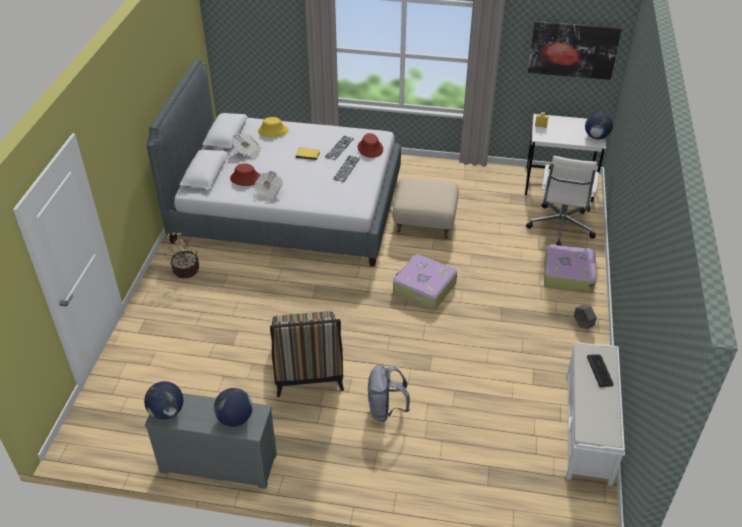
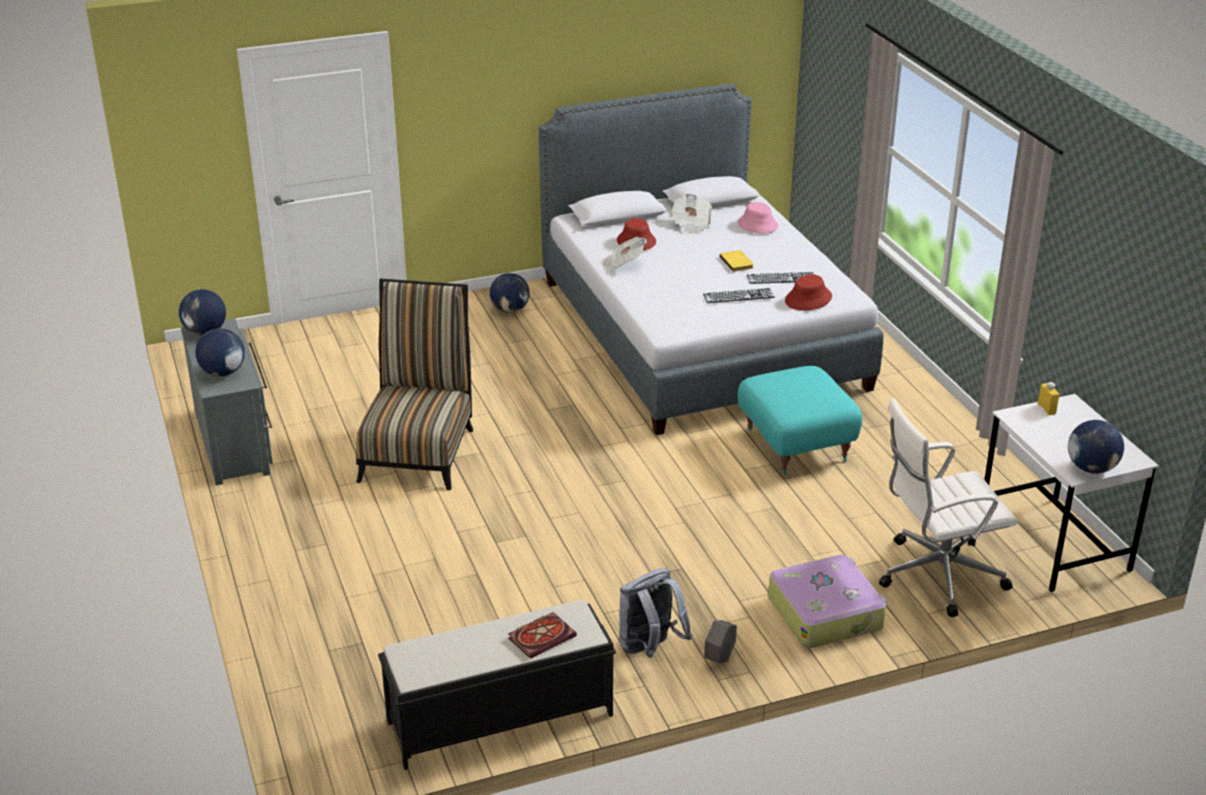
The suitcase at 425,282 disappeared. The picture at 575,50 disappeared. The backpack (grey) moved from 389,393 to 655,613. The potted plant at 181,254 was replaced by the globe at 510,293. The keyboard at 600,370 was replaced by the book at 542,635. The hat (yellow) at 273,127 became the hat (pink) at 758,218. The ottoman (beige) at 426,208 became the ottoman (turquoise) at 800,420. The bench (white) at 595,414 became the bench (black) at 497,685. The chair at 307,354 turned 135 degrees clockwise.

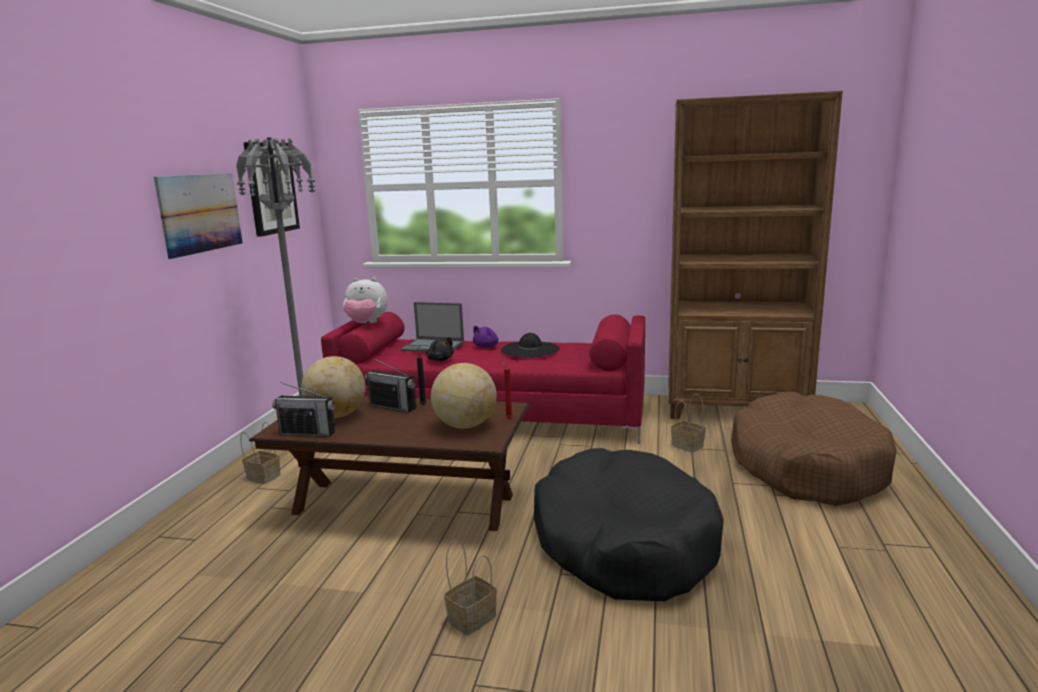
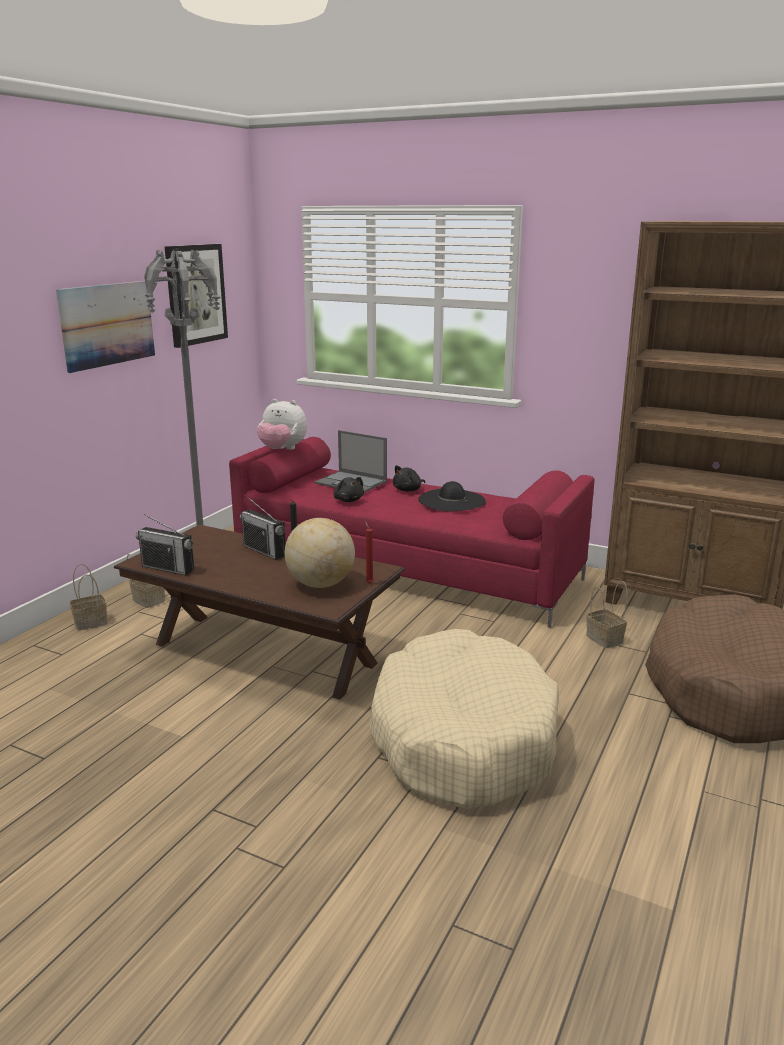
The globe at 333,387 disappeared. The basket moved from 470,587 to 89,597. The plush toy (purple) at 486,337 became the plush toy (black) at 409,478. The dog bed (black) at 629,524 became the dog bed (beige) at 463,719.

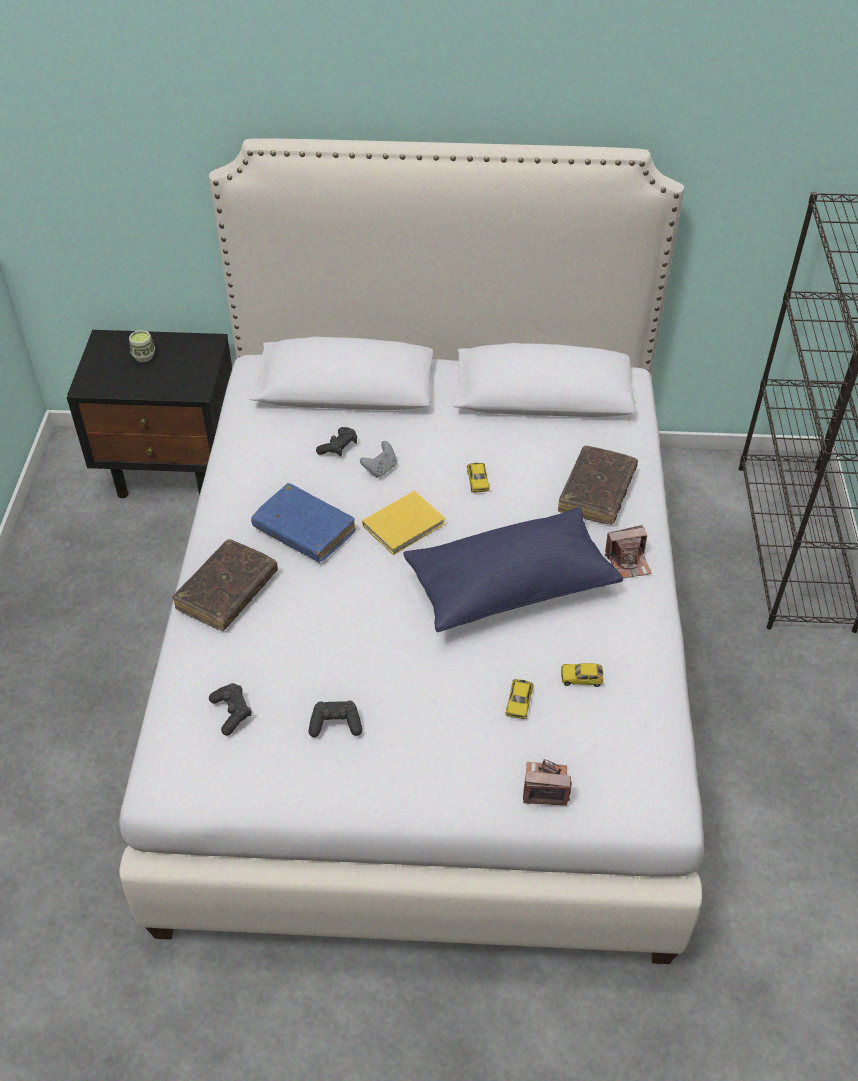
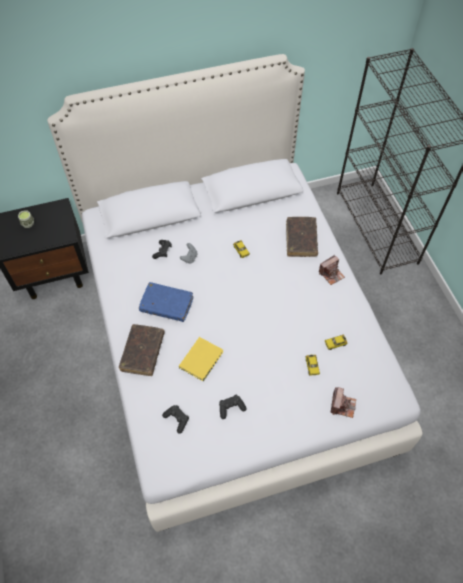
The pillow (blue) at 513,569 disappeared. The book (yellow) moved from 404,523 to 201,359. The photo camera at 547,782 turned 120 degrees clockwise.

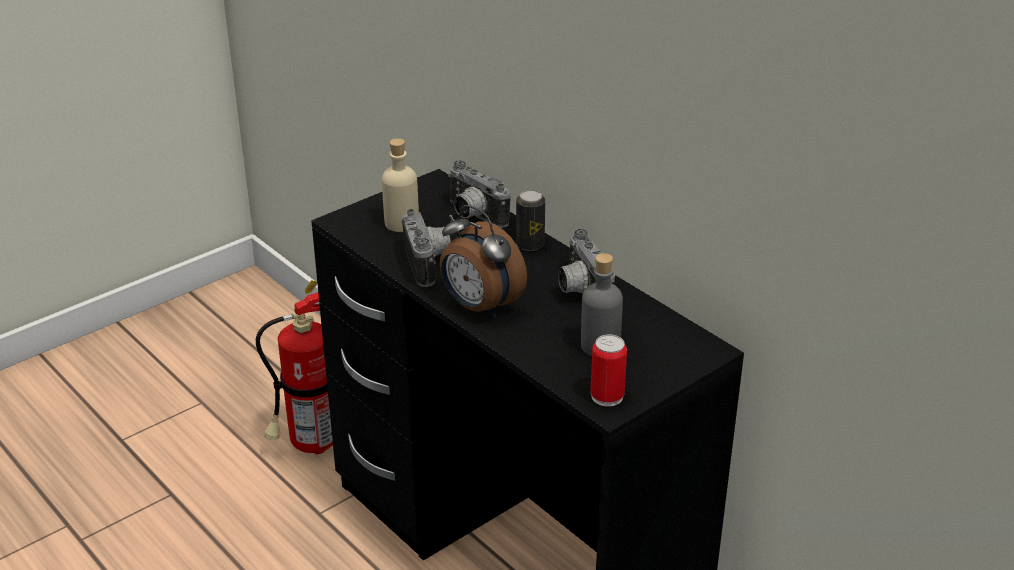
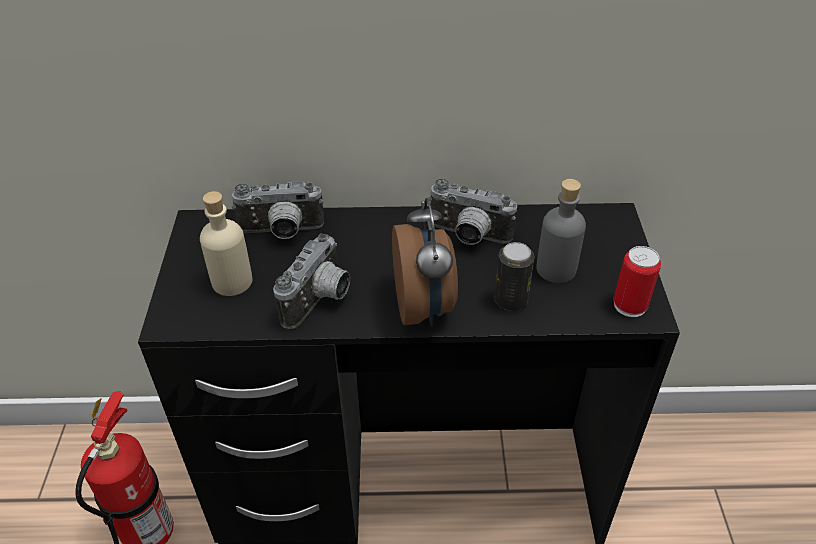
The can moved from 530,220 to 514,276. The photo camera at 426,248 turned 90 degrees clockwise. The alarm clock at 483,261 turned 90 degrees counterclockwise.

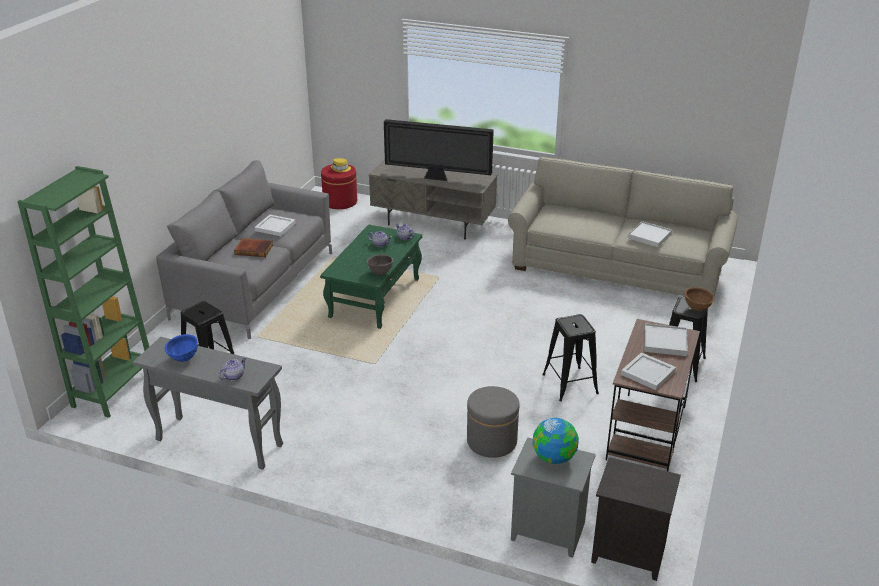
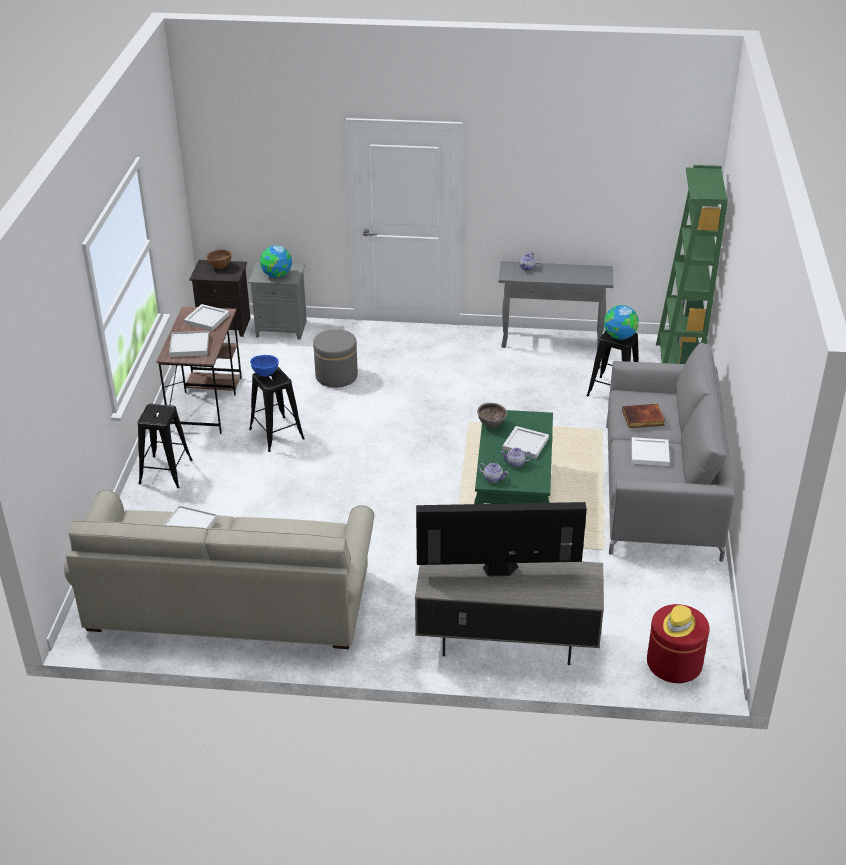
The tray (white) at 525,442 appeared. The globe at 621,322 appeared. The bowl (blue) moved from 181,348 to 264,366. The bowl (brown) moved from 700,299 to 219,259.

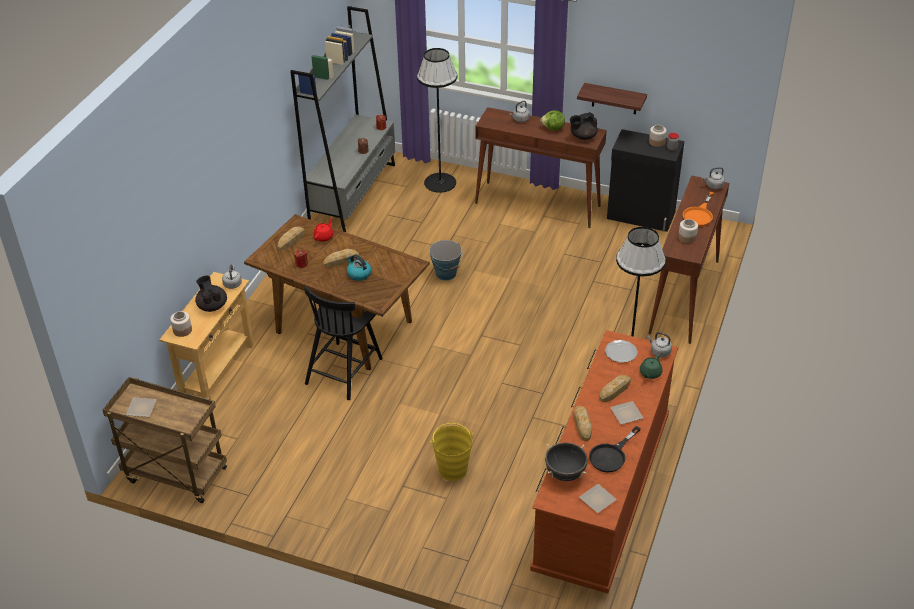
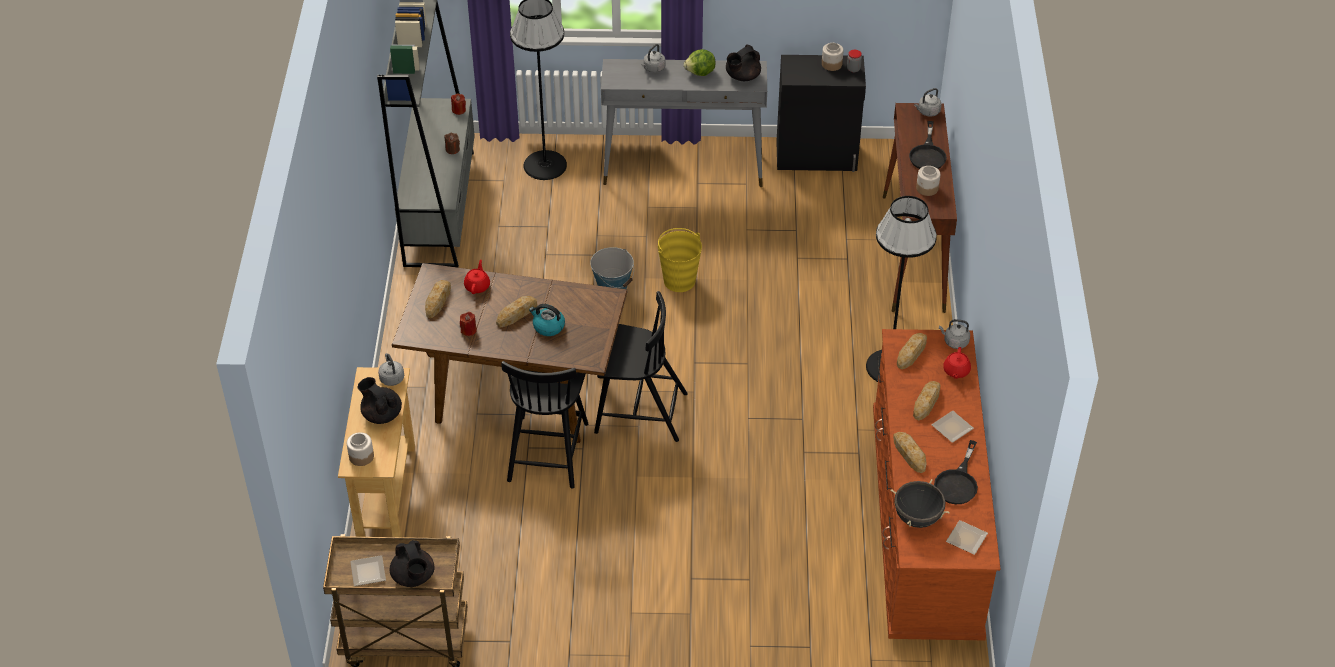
The shelf at 612,98 disappeared. The teapot (black) at 412,563 appeared. The chair (black) at 641,366 appeared. The bucket (yellow) moved from 451,452 to 680,260. The plate at 621,351 was replaced by the bread at 912,351. The console table (brown) at 541,167 became the console table (grey) at 684,123. The teapot (green) at 651,367 became the teapot (red) at 957,363. The frying pan (orange) at 698,209 became the frying pan (black) at 928,145.

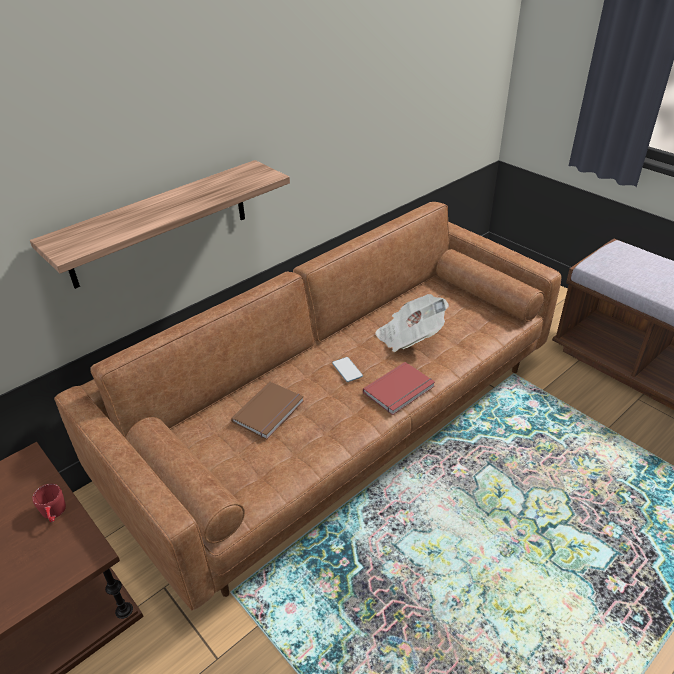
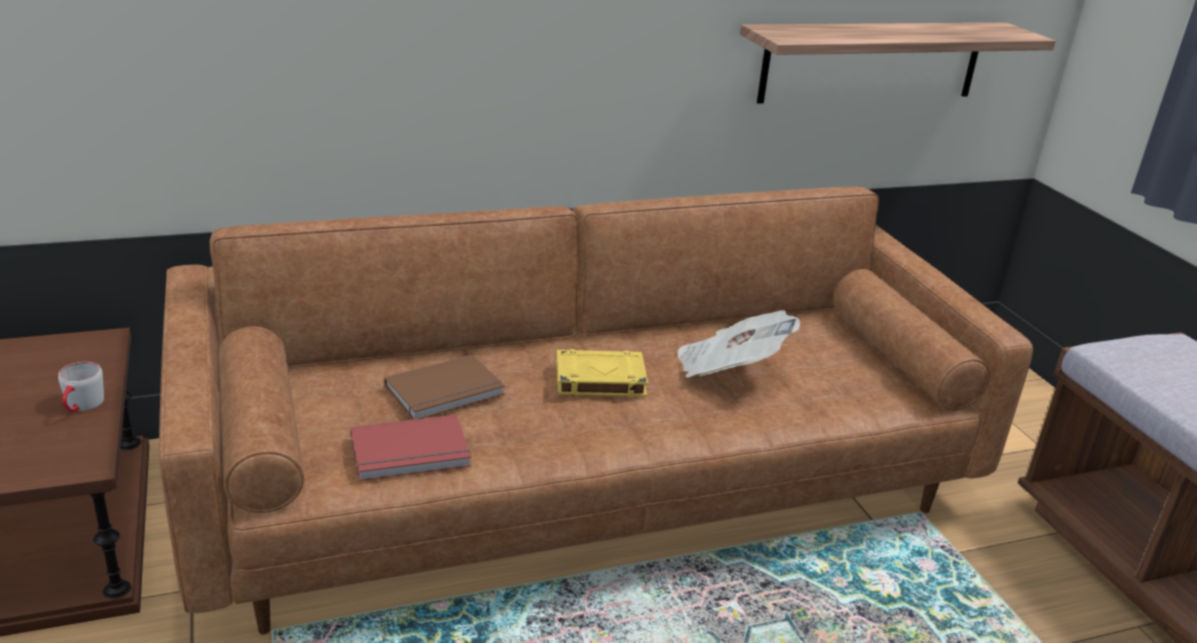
The shelf moved from 160,224 to 898,63. The book (red) moved from 399,388 to 411,448. The phone at 347,369 was replaced by the book (yellow) at 602,373. The mug (red) at 49,503 became the mug (grey) at 81,387.

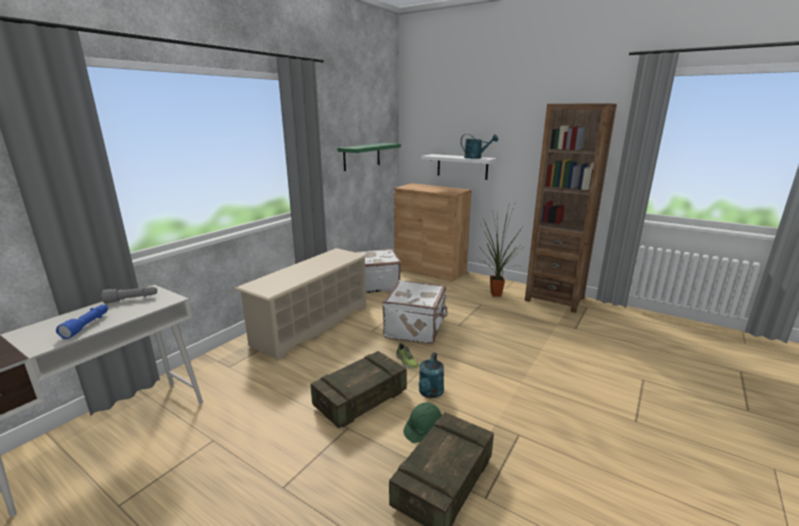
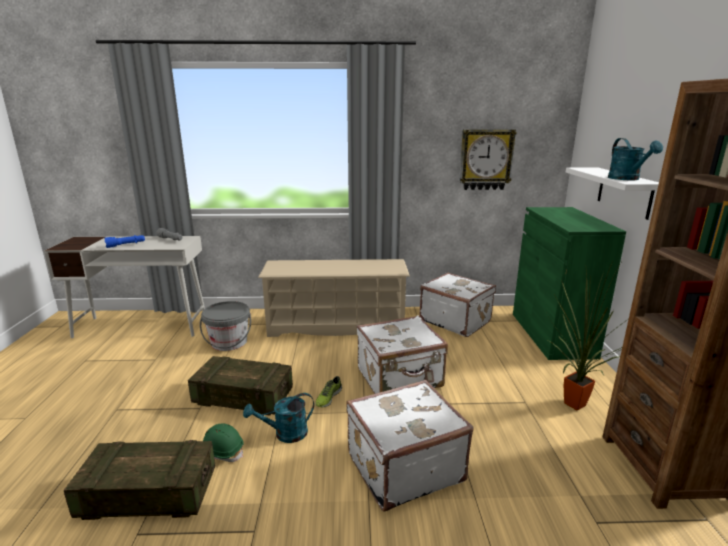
The bucket (grey) at 225,326 appeared. The suitcase (white) at 409,446 appeared. The shelf (green) at 369,157 was replaced by the wall clock at 488,159. The cabinet (brown) at 433,232 became the cabinet (green) at 569,283.

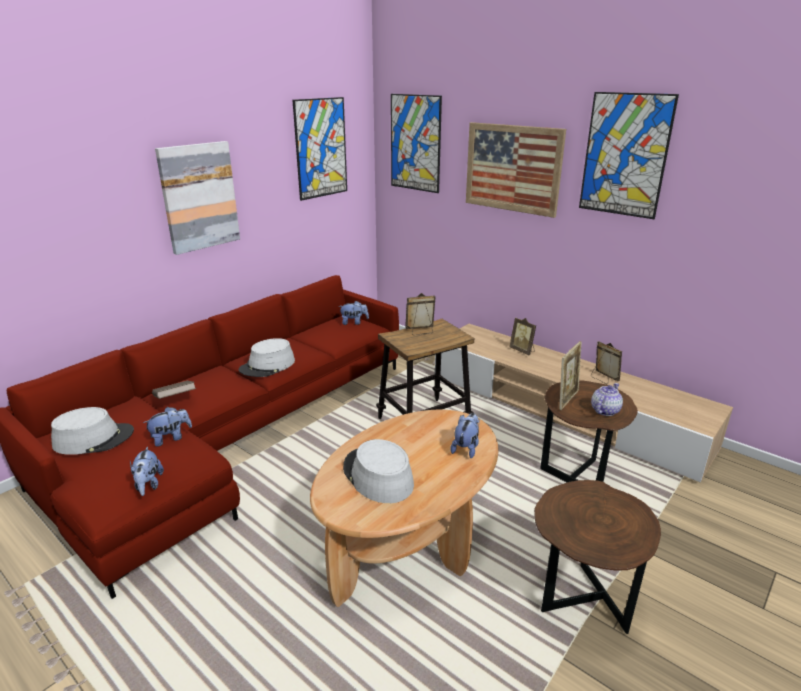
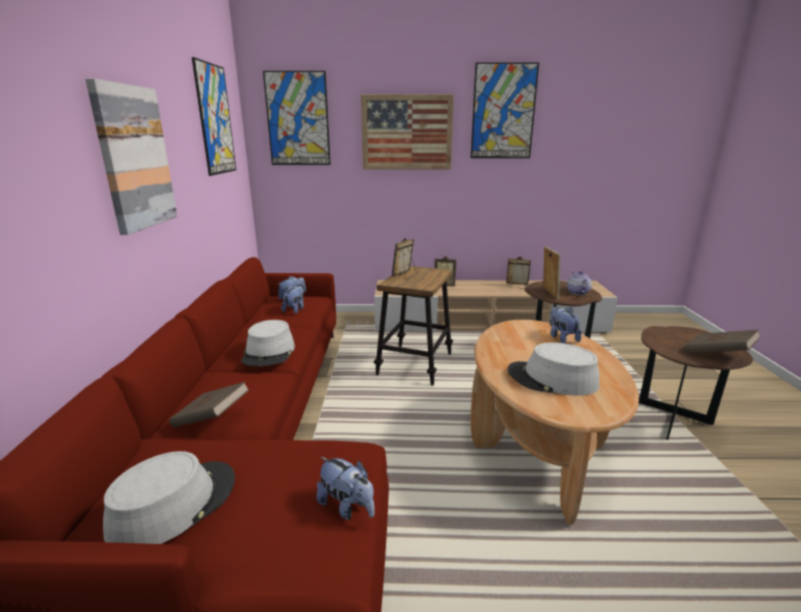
The book (brown) at 723,341 appeared. The plush toy moved from 167,427 to 292,300.

